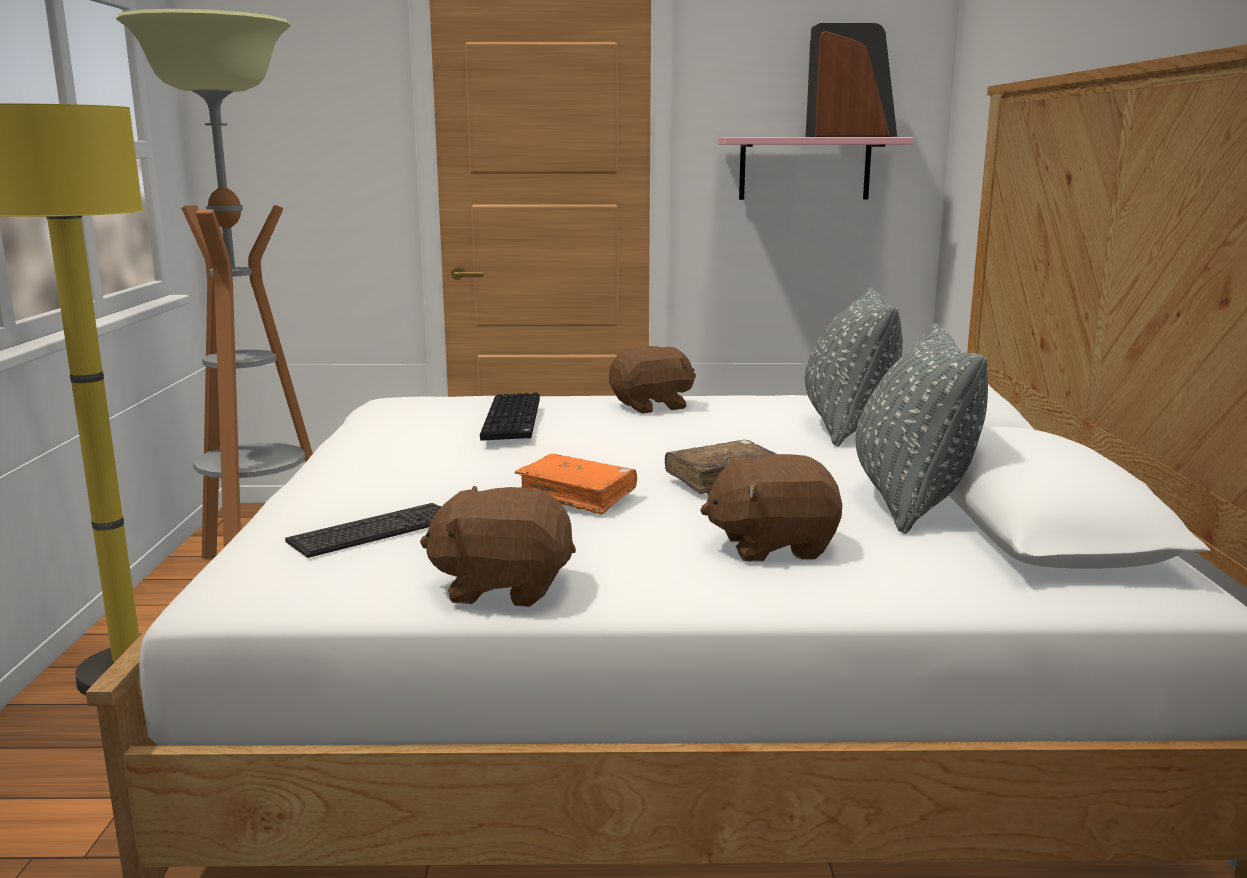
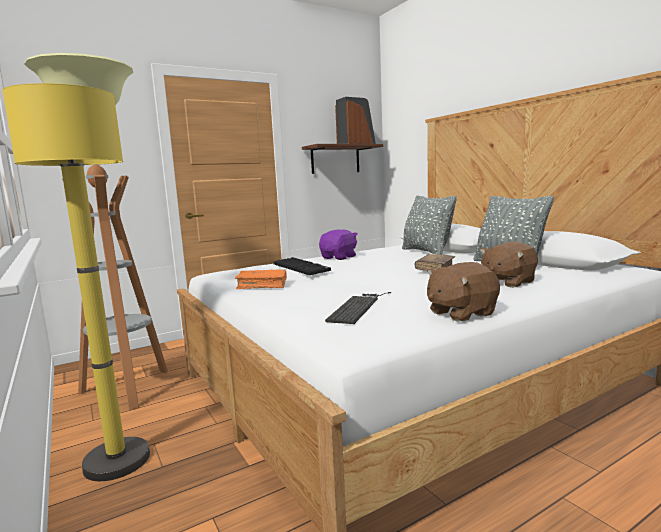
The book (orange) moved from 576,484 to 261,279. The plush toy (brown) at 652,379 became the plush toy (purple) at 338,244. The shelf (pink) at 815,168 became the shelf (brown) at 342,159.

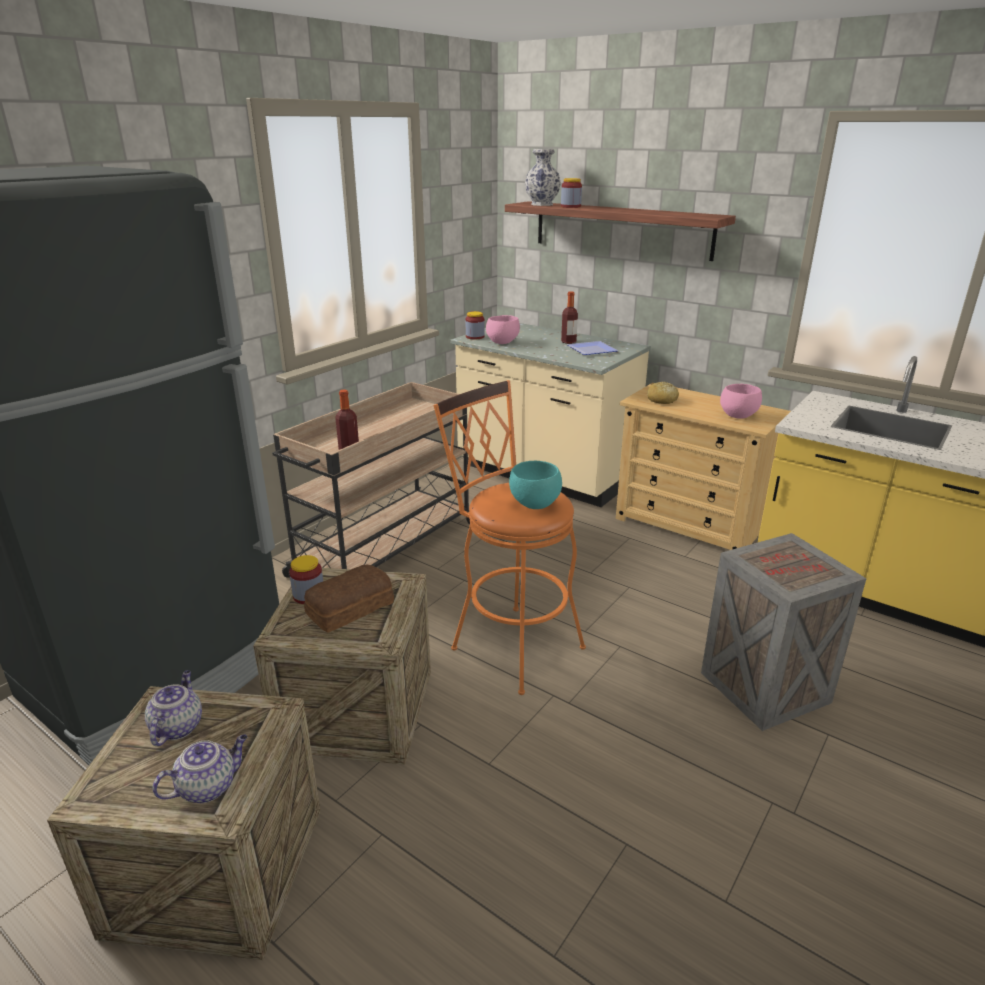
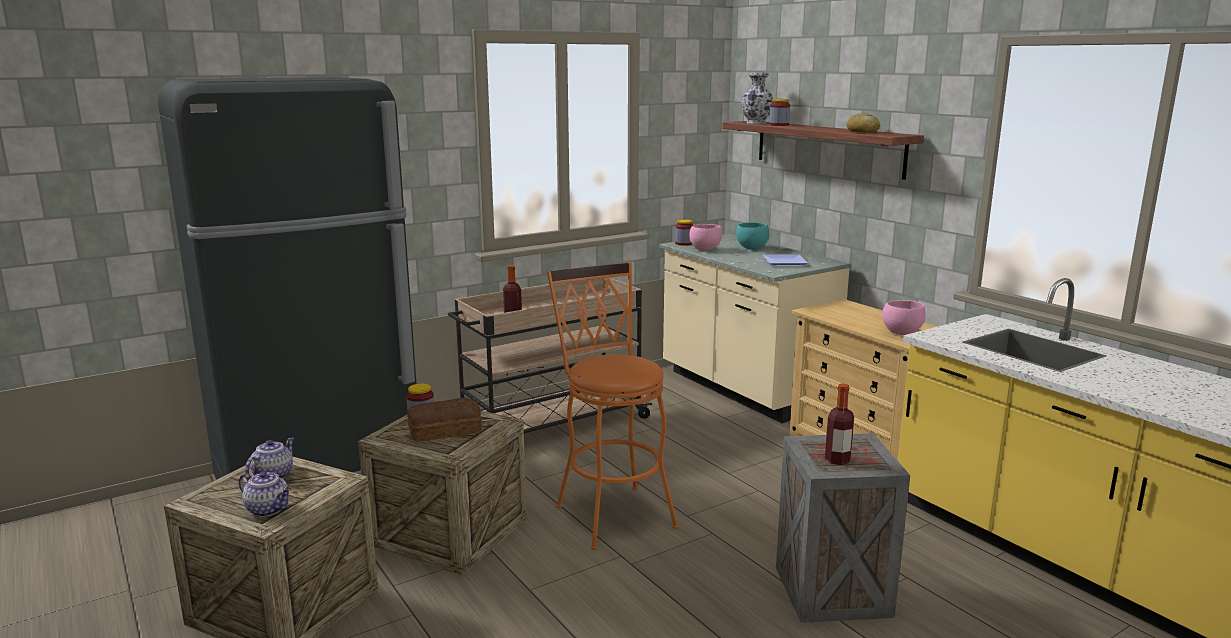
The bowl (turquoise) moved from 535,485 to 753,236. The bottle moved from 569,317 to 839,424. The bread moved from 663,393 to 863,123. The teapot at 200,769 turned 45 degrees clockwise.

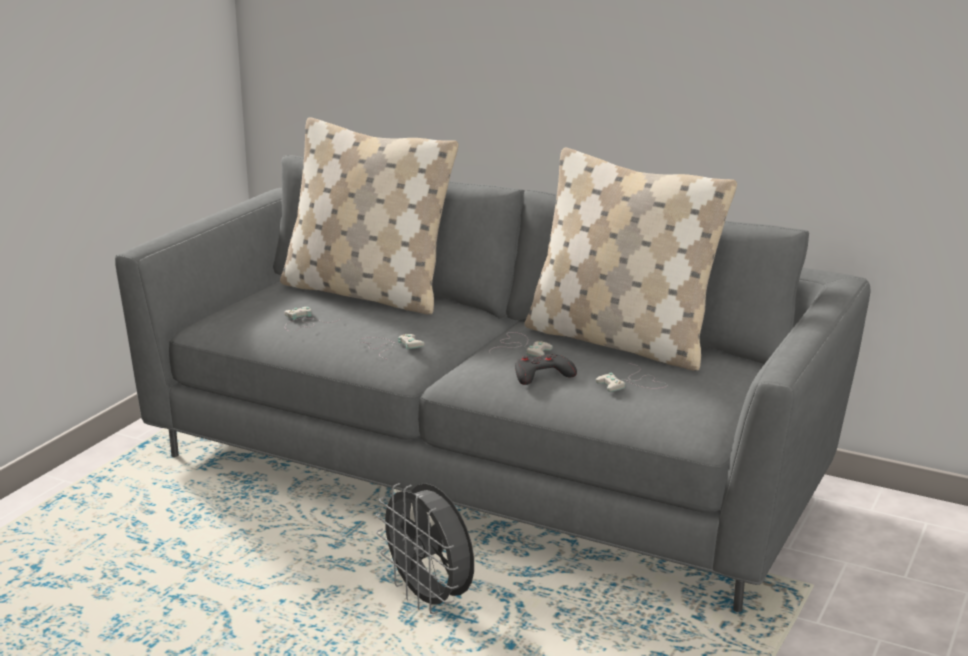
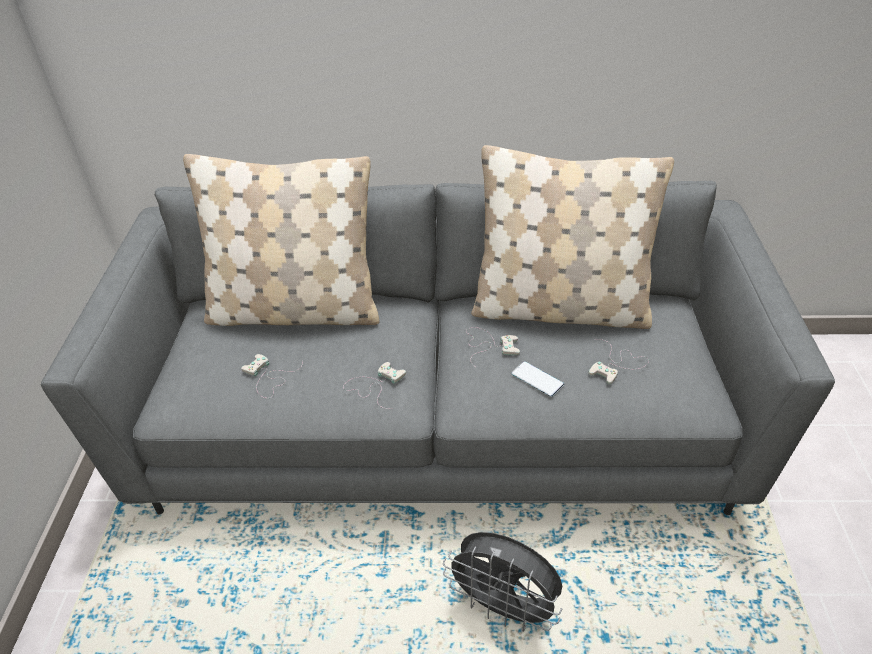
The game controller (grey) at 546,369 was replaced by the phone at 537,379.

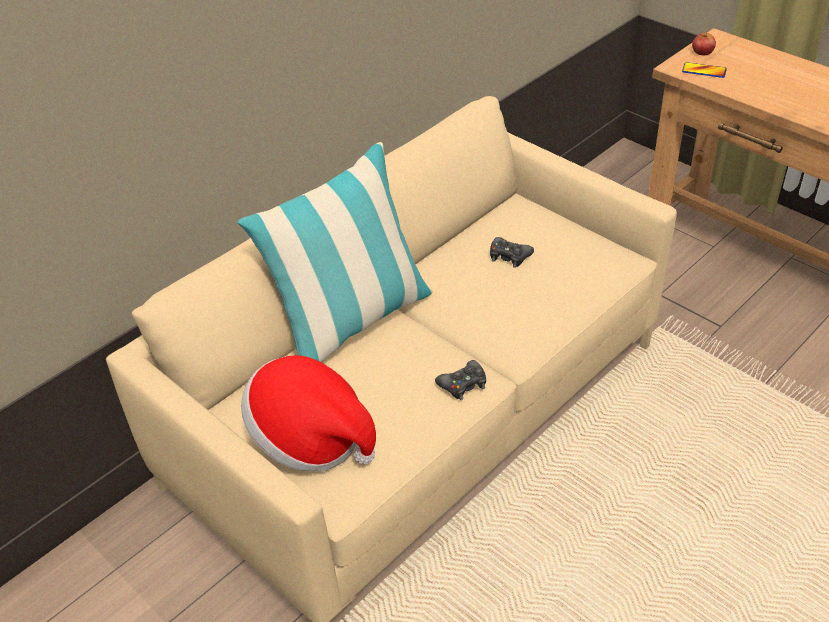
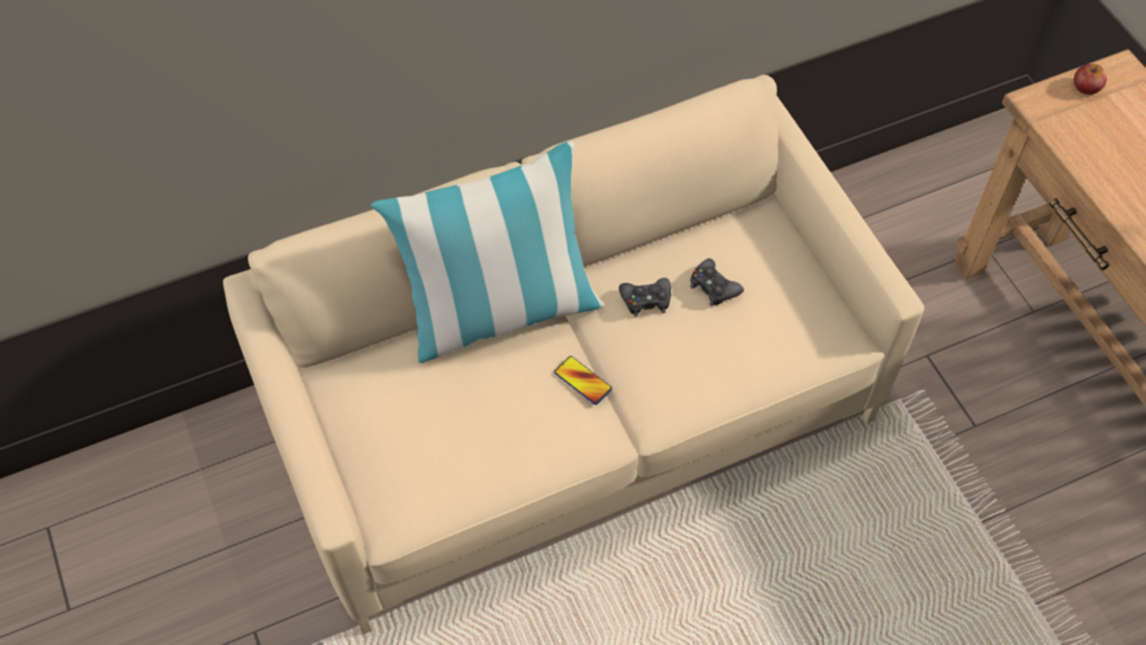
The hat at 308,413 disappeared. The game controller (black) moved from 460,380 to 645,297. The phone moved from 704,70 to 583,380.

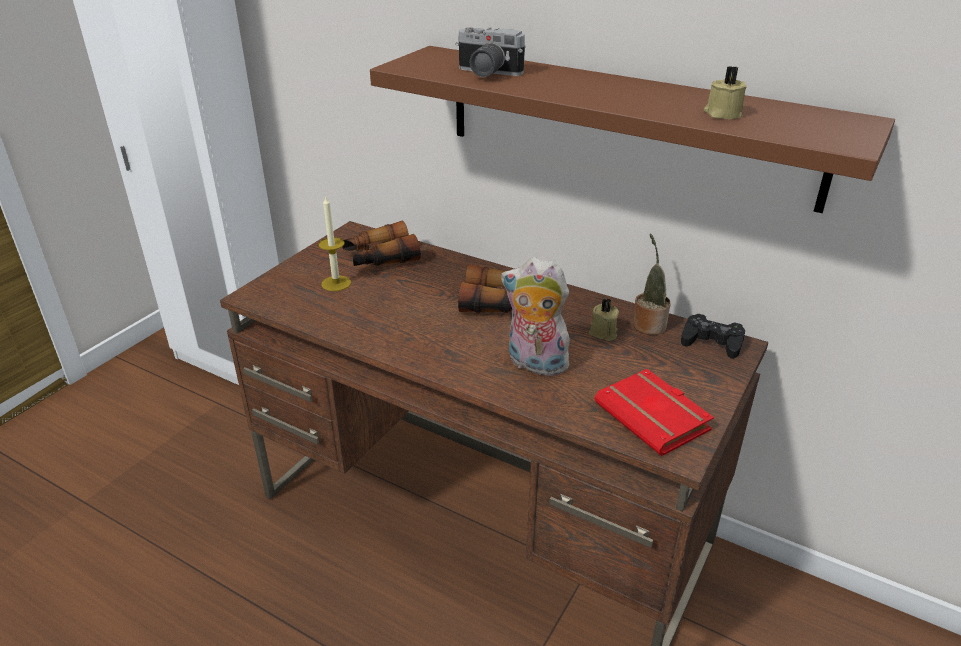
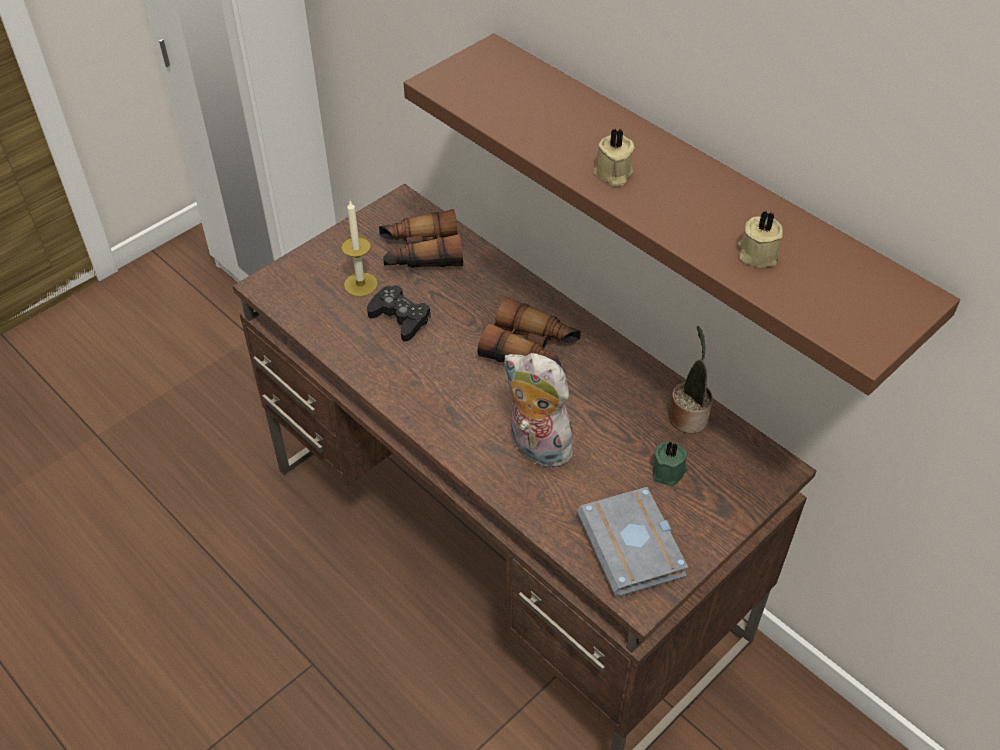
The photo camera at 490,52 disappeared. The candle (green) at 670,464 appeared. The candle (beige) moved from 604,320 to 614,158. The game controller (black) moved from 713,336 to 399,313. The book (red) at 654,412 became the book (grey) at 632,542.

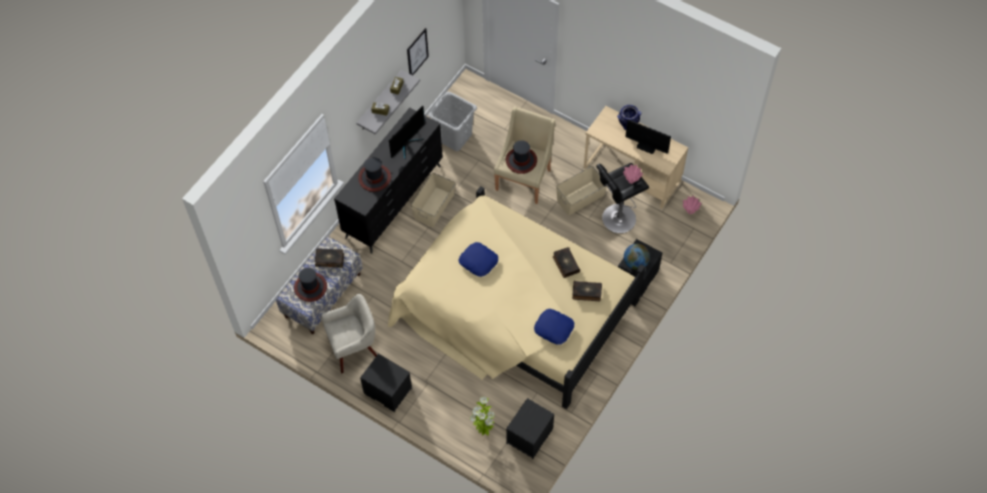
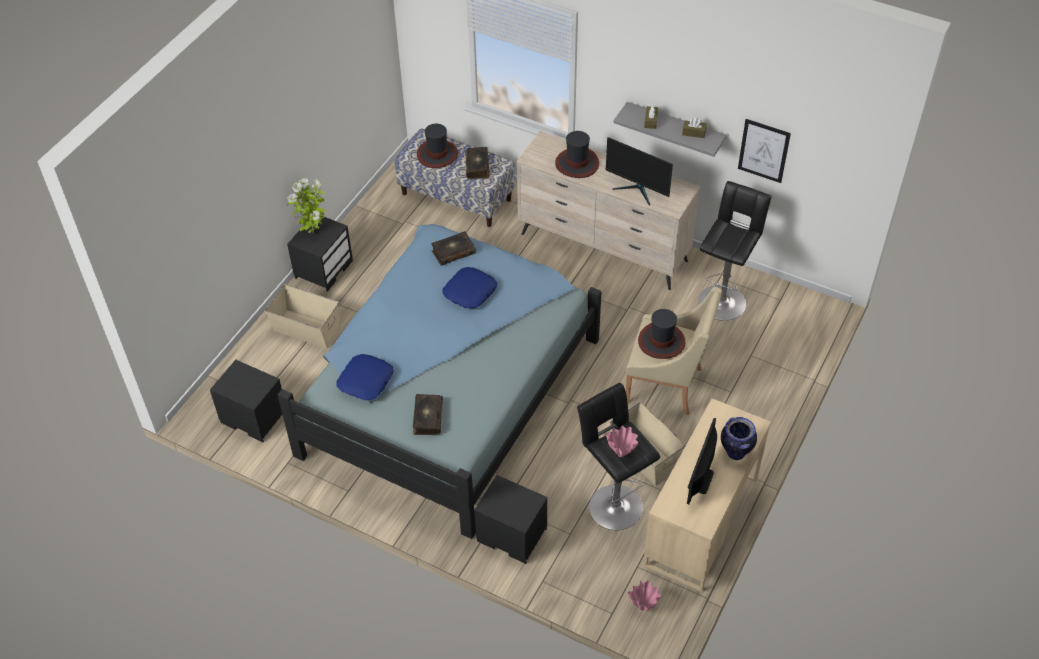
The armchair (beige) at 349,333 disappeared. The globe at 637,257 disappeared. The storage box (beige) moved from 433,200 to 303,316. The potted plant moved from 482,416 to 306,205. The book moved from 566,262 to 453,248. The laundry basket (grey) at 452,121 was replaced by the stool (black) at 735,251. The dresser (black) at 388,180 became the dresser (beige) at 609,210. The bed (beige) at 516,297 became the bed (blue) at 440,381.

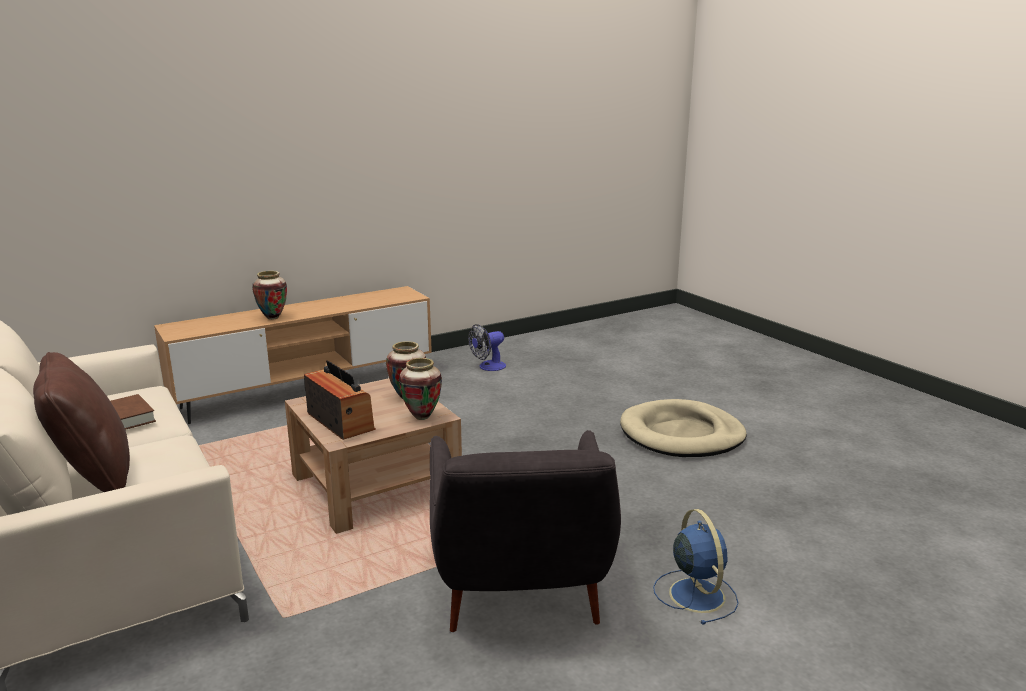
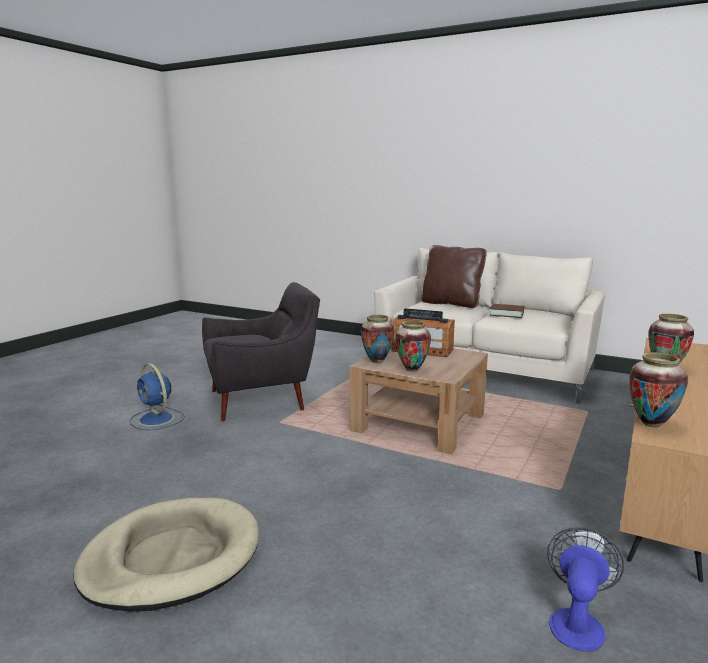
The vase at 658,389 appeared. The armchair (grey) at 525,531 turned 105 degrees clockwise.

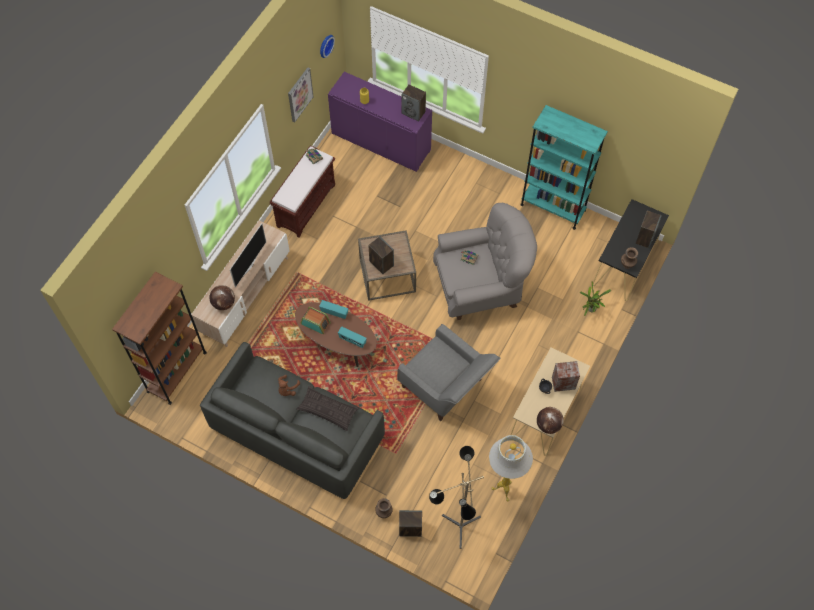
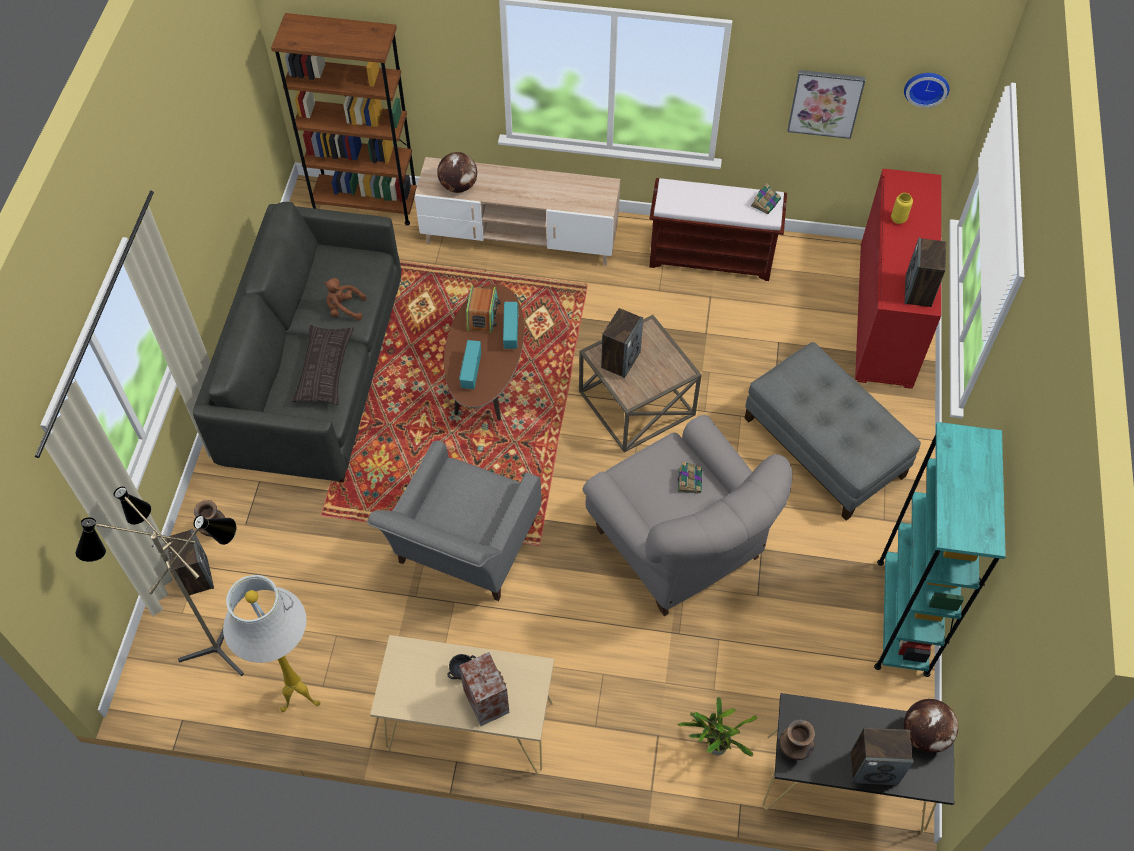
The television at 248,255 disappeared. The ottoman (grey) at 832,431 appeared. The globe moved from 550,420 to 931,726. The cabinet (purple) at 380,121 became the cabinet (red) at 898,279.

